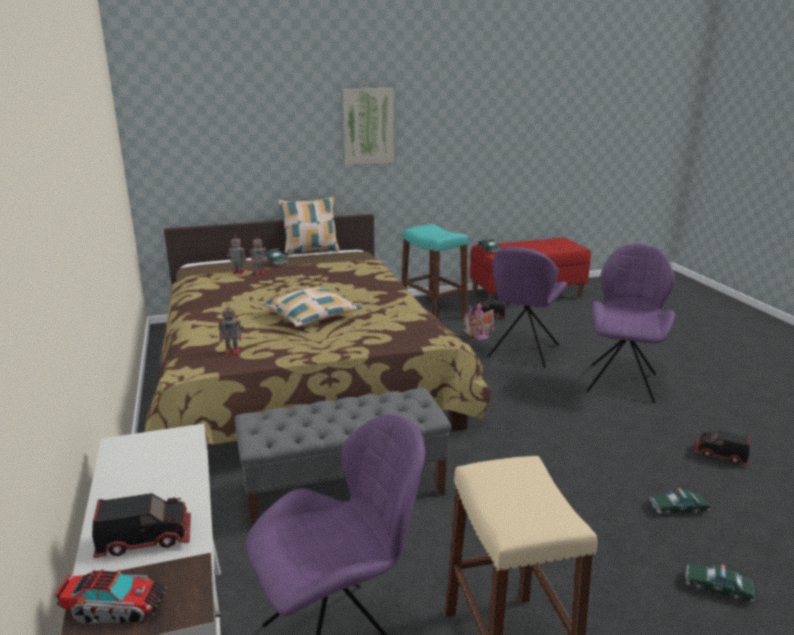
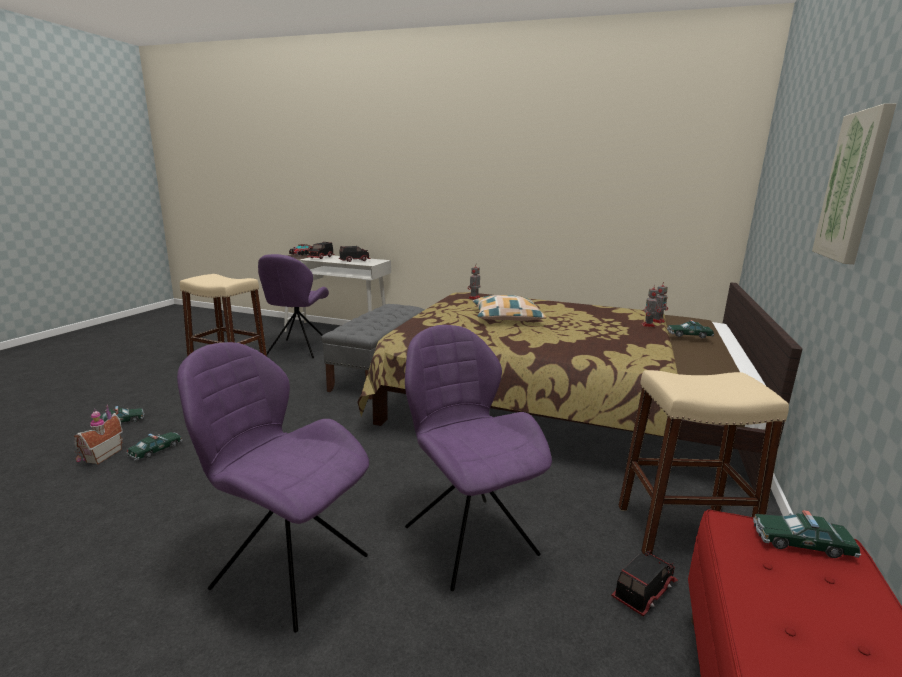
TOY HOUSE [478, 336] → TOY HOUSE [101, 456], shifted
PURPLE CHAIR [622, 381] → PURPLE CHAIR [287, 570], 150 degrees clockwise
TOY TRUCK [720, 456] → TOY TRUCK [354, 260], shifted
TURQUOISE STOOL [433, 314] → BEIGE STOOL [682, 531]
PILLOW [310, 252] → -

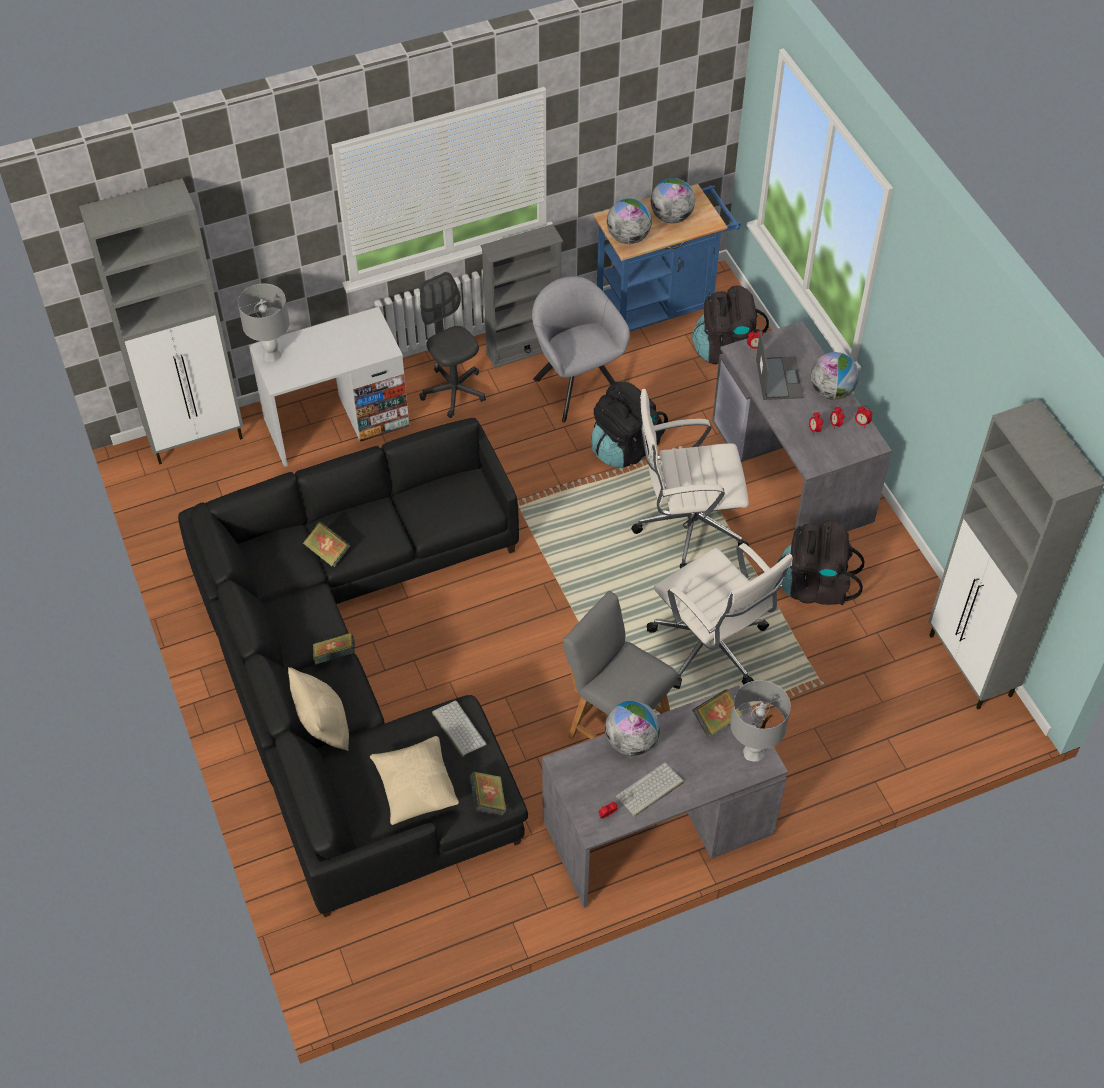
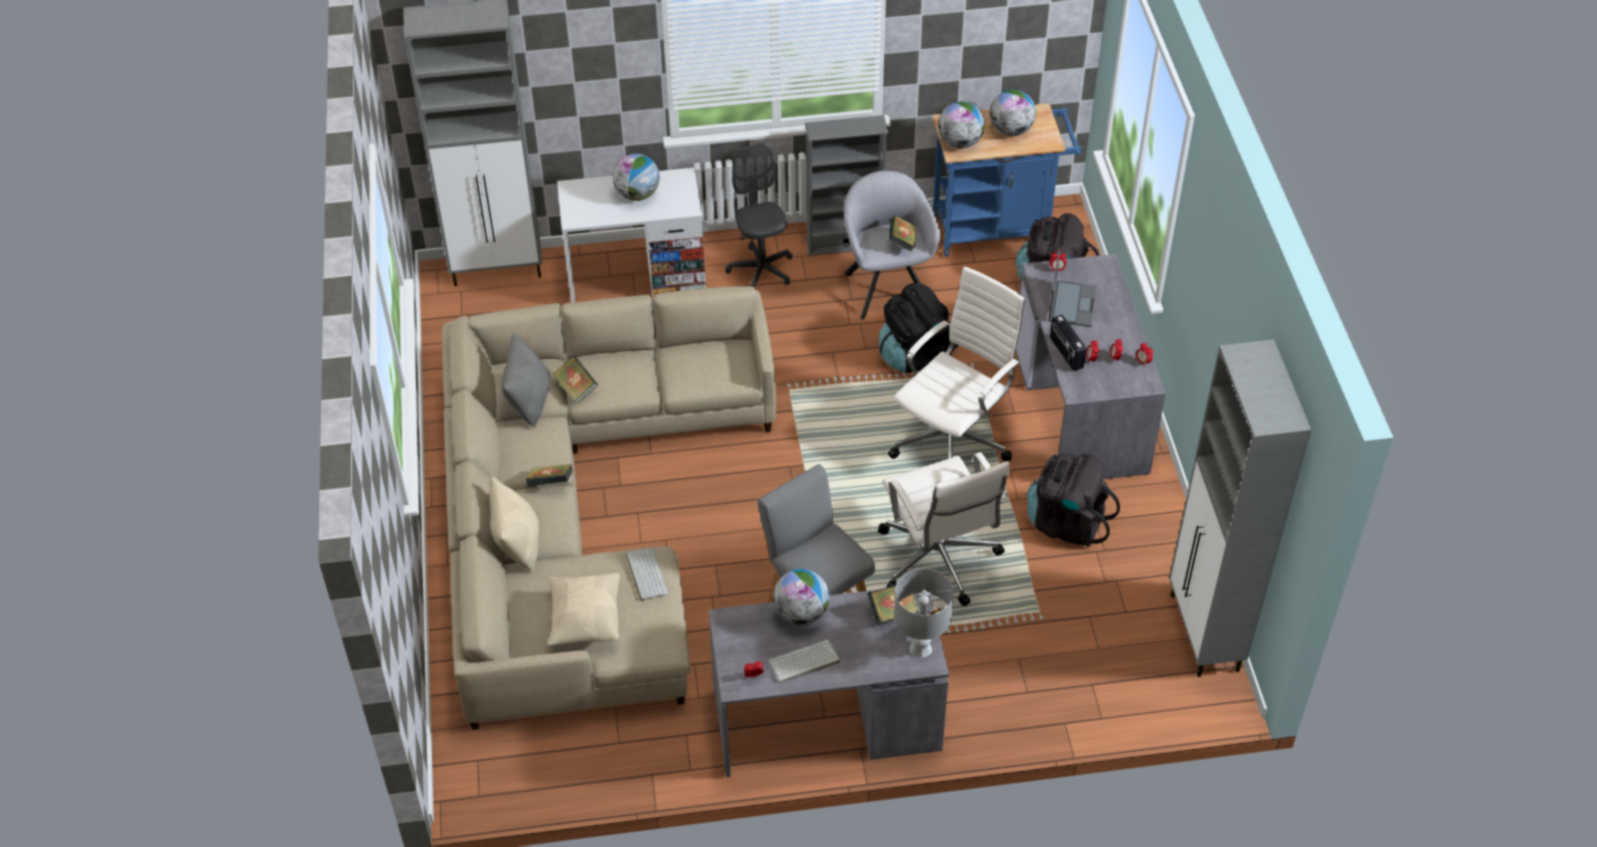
BLACK SOFA [358, 674] → BEIGE SOFA [580, 514]
- → GREY PILLOW [529, 401]
GLOBE [831, 391] → GLOBE [637, 194], shifted
WHITE OFFICE CHAIR [687, 526] → WHITE OFFICE CHAIR [953, 441], 120 degrees clockwise
BOOK [488, 800] → BOOK [902, 242], shifted
- → RADIO [1065, 353]
GREY TABLE LAMP [271, 354] → -

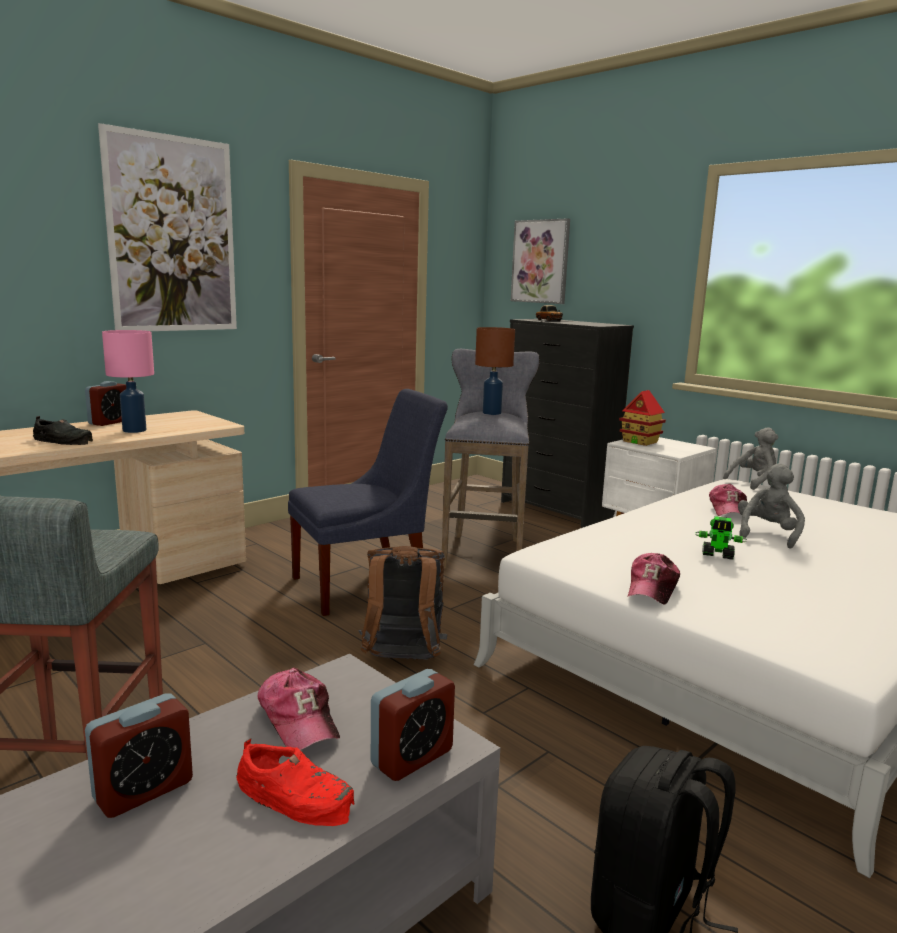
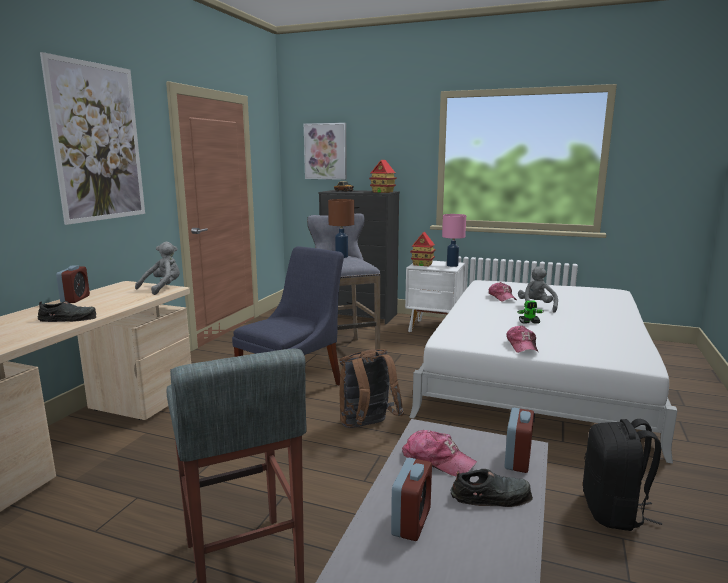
GREY PLUSH TOY [753, 482] → GREY PLUSH TOY [163, 288], shifted
- → TOY HOUSE [382, 192]
PINK TABLE LAMP [134, 430] → PINK TABLE LAMP [452, 265], shifted
RED SHOE [296, 796] → BLACK SHOE [491, 496]

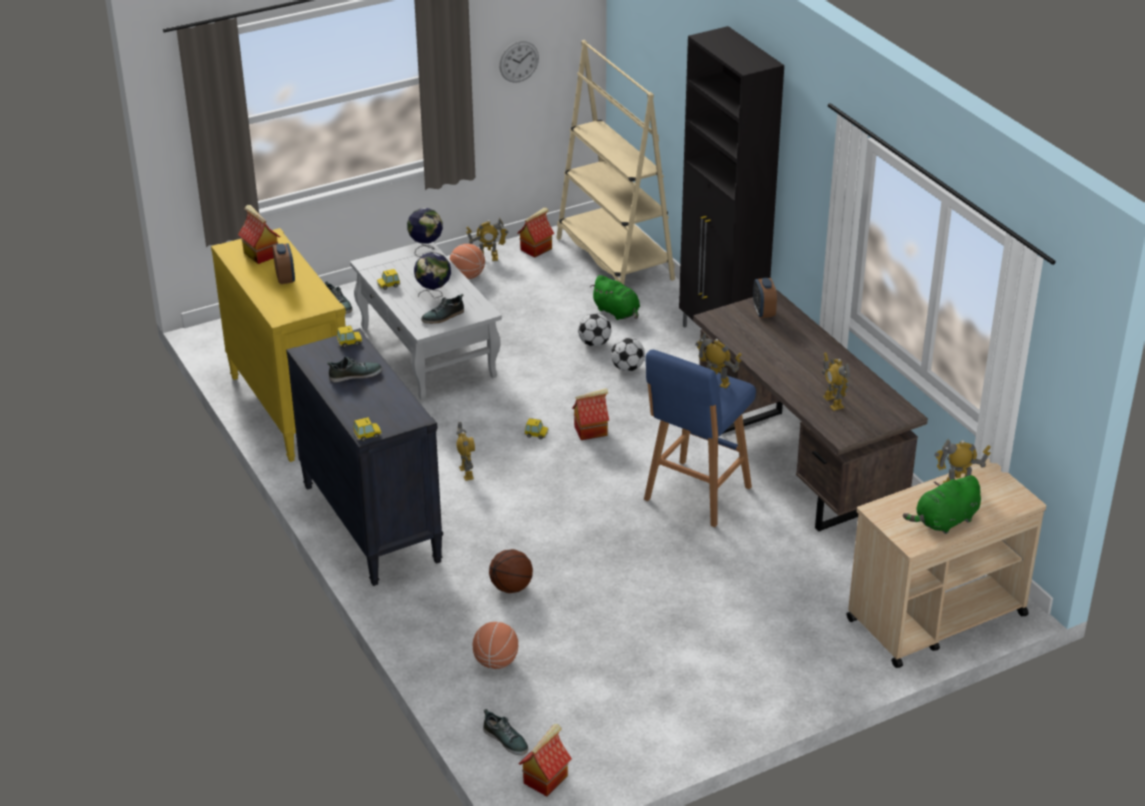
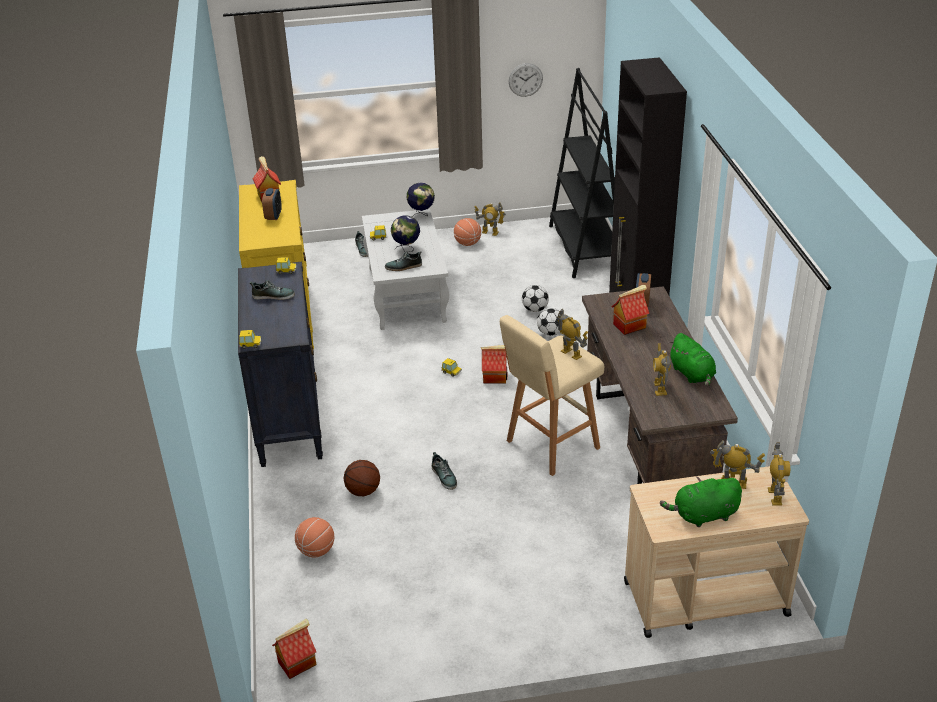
SHOE [506, 739] → SHOE [444, 477], shifted
BLUE STOOL [695, 495] → BEIGE STOOL [550, 446]
BEIGE BOOKCASE [614, 259] → BLACK BOOKCASE [585, 248]
TOY HOUSE [536, 249] → TOY HOUSE [629, 325], shifted
GREEN PLUSH TOY [617, 312] → GREEN PLUSH TOY [692, 374], shifted
TOY ROBOT [466, 473] → TOY ROBOT [775, 496], shifted

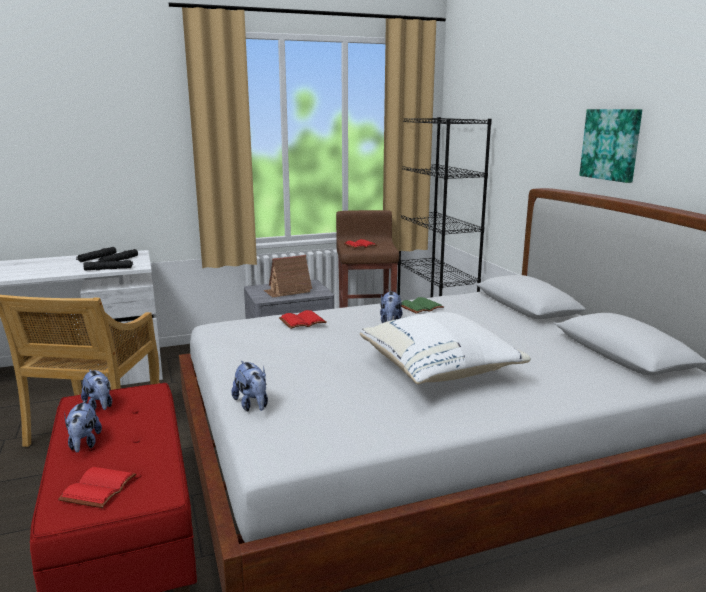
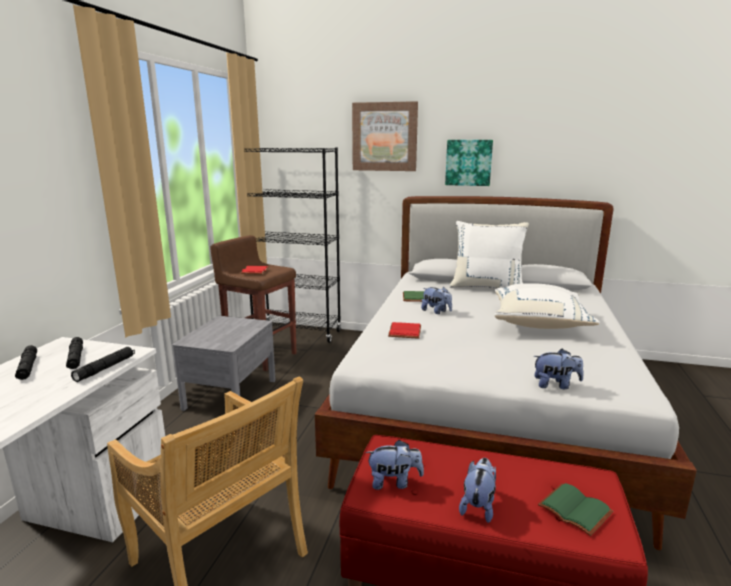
- → PICTURE [384, 137]
- → WHITE PILLOW [487, 287]
PLUSH TOY [84, 444] → PLUSH TOY [478, 505], 90 degrees counterclockwise
RED BOOK [98, 488] → GREEN BOOK [573, 510]
TOY HOUSE [288, 291] → -

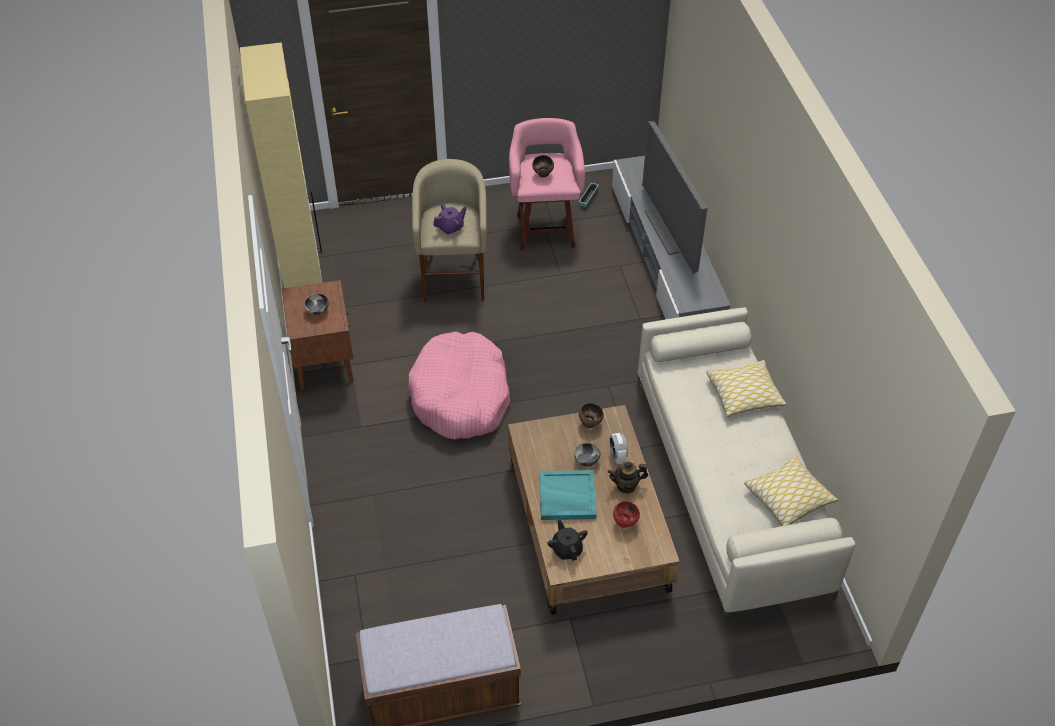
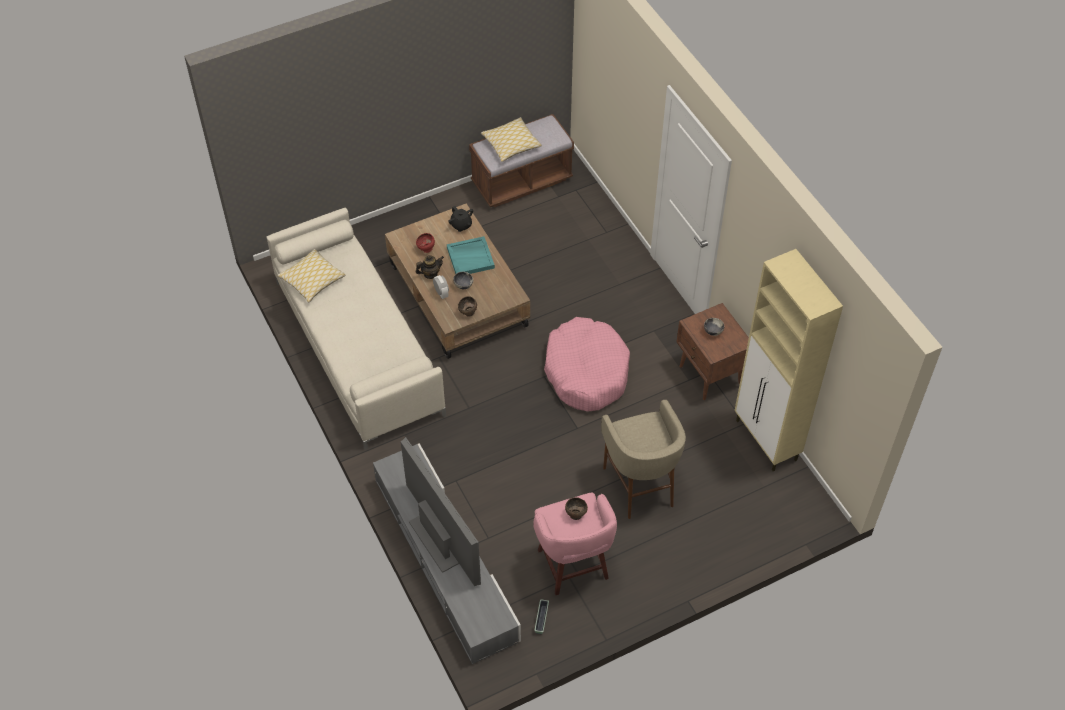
PILLOW [744, 394] → PILLOW [511, 145], shifted
PURPLE TEAPOT [451, 227] → -

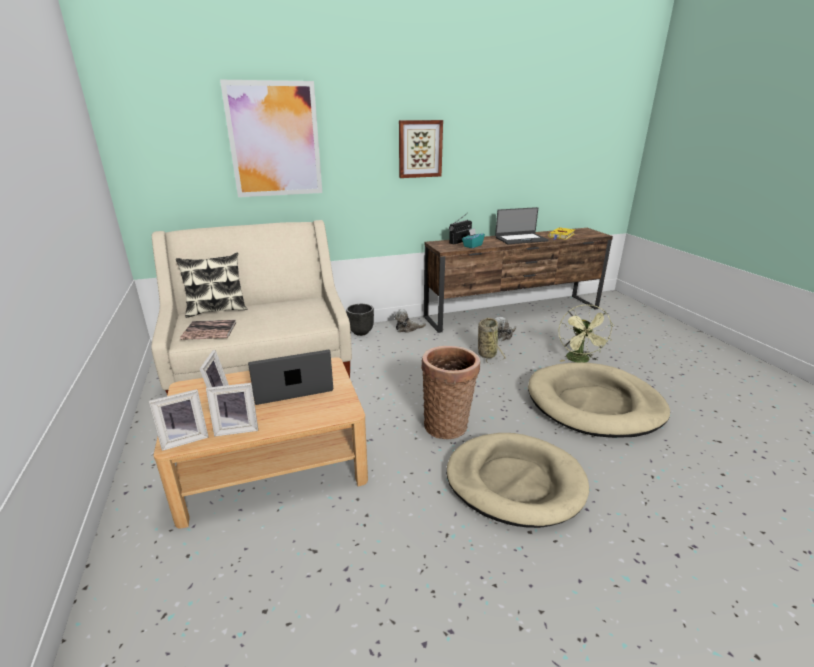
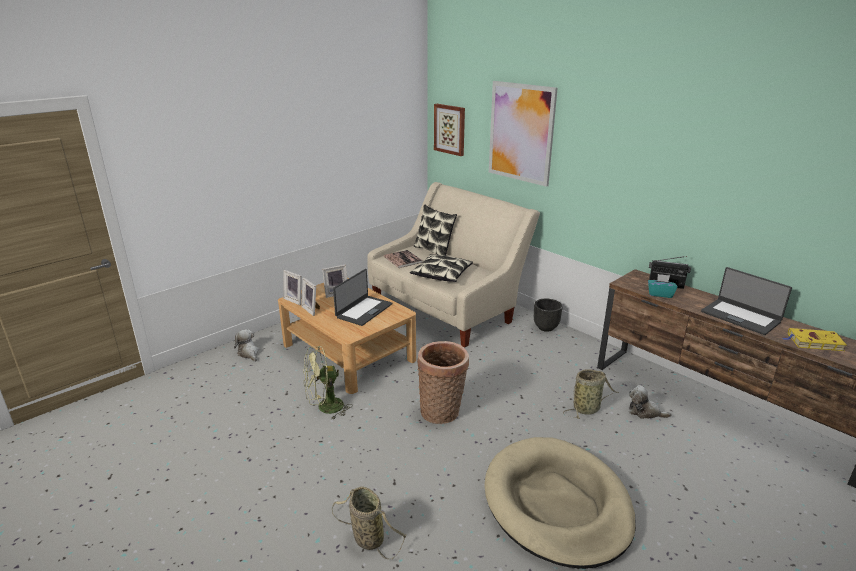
PLUSH TOY [408, 328] → PLUSH TOY [249, 353], shifted
GREEN FAN [580, 360] → GREEN FAN [325, 408], shifted
- → BASKET [366, 537]
LAPTOP [292, 388] → LAPTOP [363, 310], 75 degrees clockwise
- → PILLOW [441, 274]
PICTURE [420, 149] → PICTURE [450, 129], shifted
BEIGE DOG BED [514, 482] → -

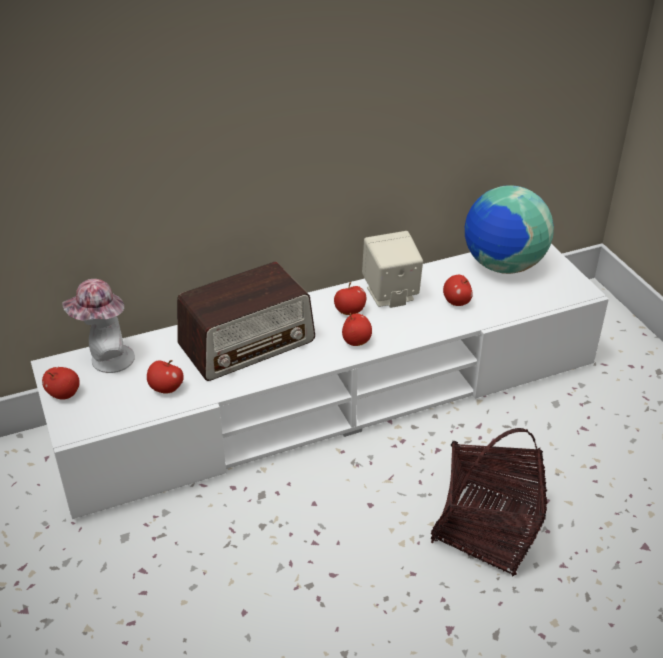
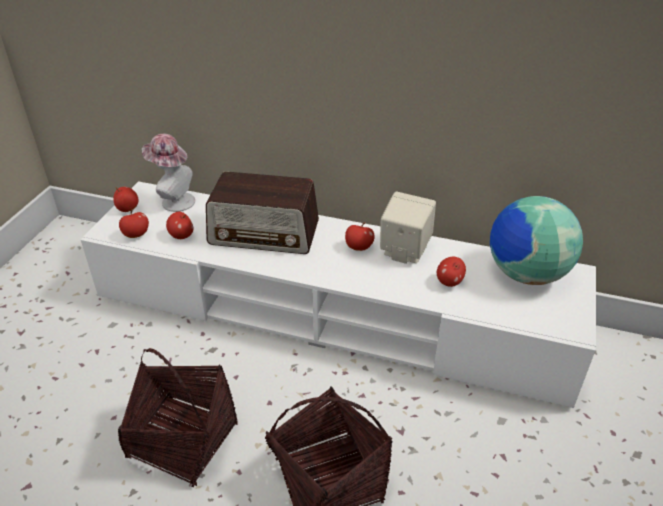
- → BASKET [183, 441]
APPLE [356, 341] → APPLE [136, 235], shifted

